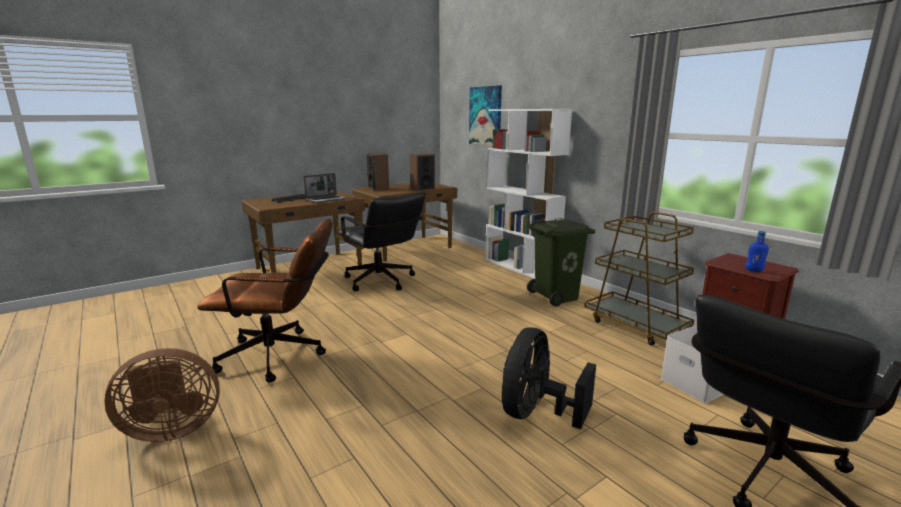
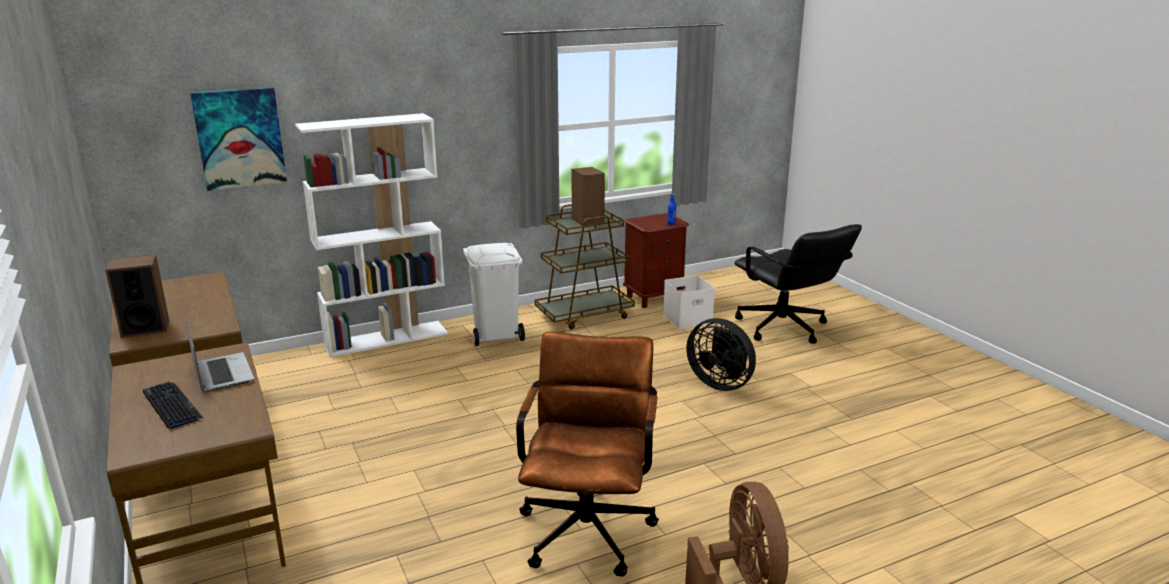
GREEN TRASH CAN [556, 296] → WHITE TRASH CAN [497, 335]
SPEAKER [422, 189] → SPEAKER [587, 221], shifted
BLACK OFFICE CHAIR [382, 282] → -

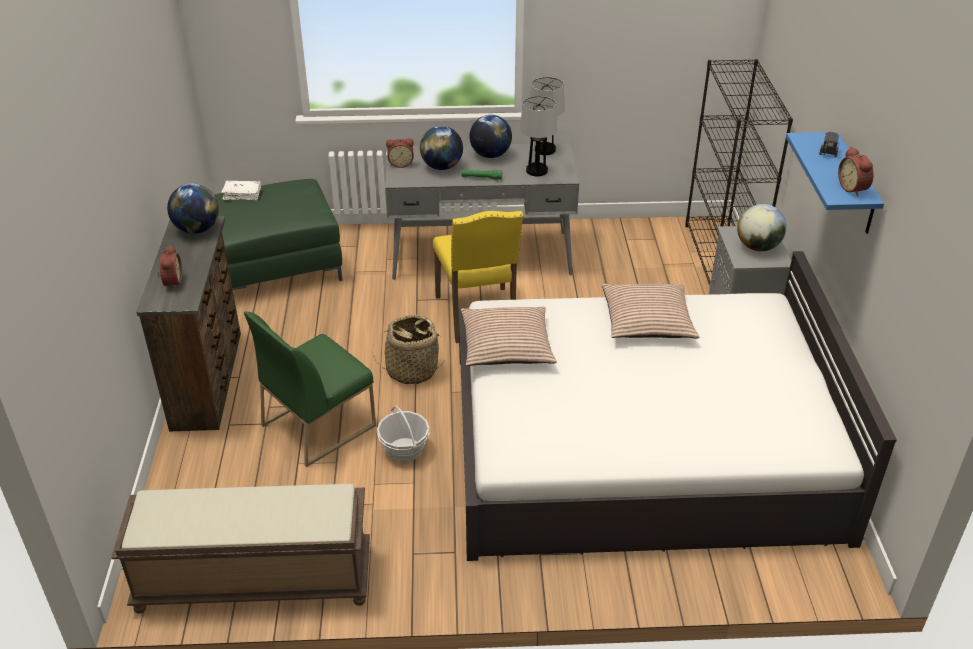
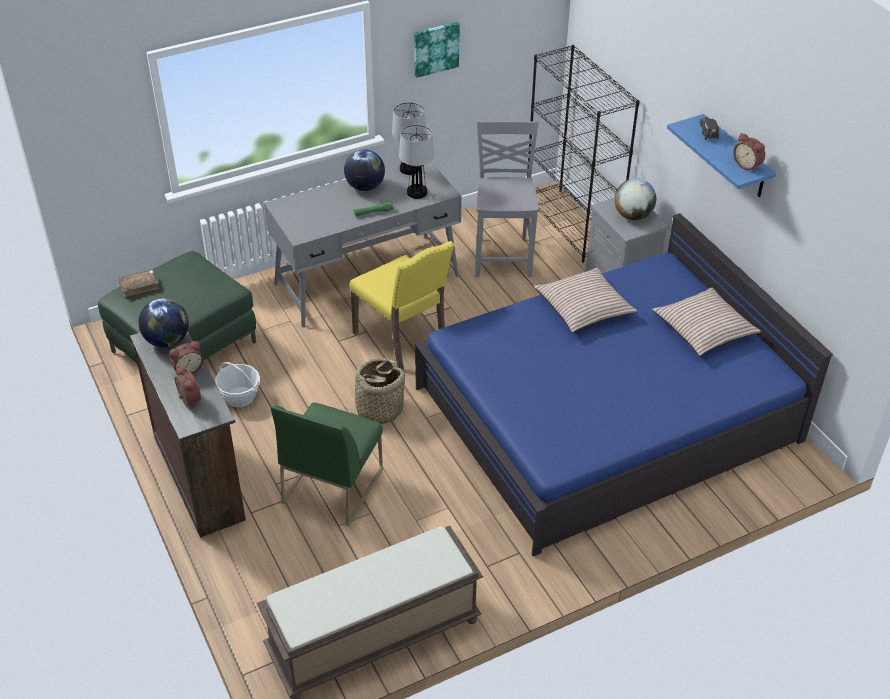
WHITE BOOK [242, 194] → BROWN BOOK [139, 287]
ALARM CLOCK [401, 164] → ALARM CLOCK [188, 369], shifted
BASKET [404, 450] → BASKET [240, 397], shifted
- → PICTURE [435, 48]
WHITE BED [642, 446] → BLUE BED [607, 414]
- → GREY CHAIR [503, 256]
PILLOW [507, 346] → PILLOW [704, 329], shifted
GLOBE [441, 167] → -

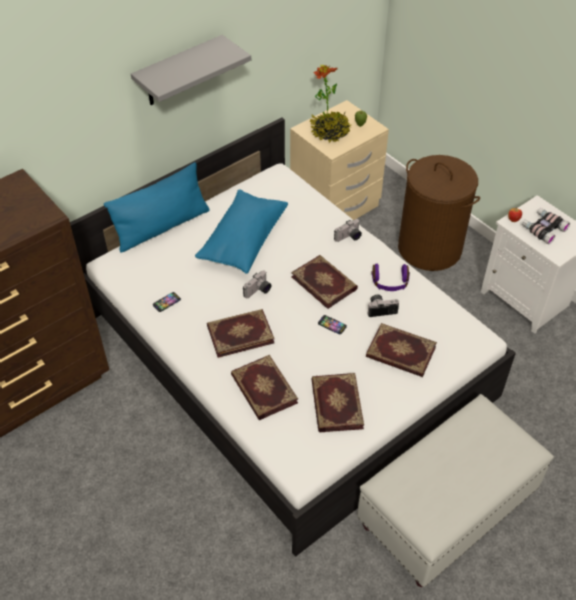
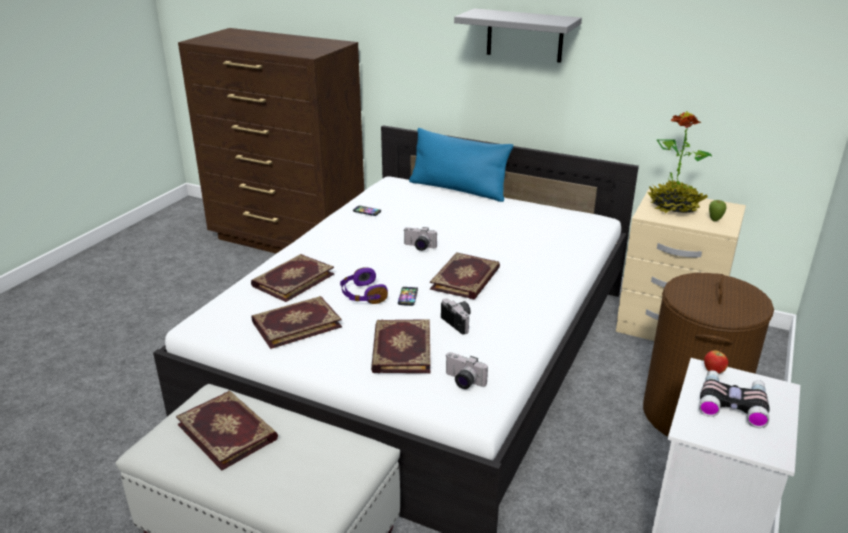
BOOK [240, 333] → BOOK [228, 431], shifted
PURPLE HEADPHONES [390, 283] → PURPLE HEADPHONES [362, 295], shifted
PHOTO CAMERA [349, 237] → PHOTO CAMERA [462, 381], shifted
BLUE PILLOW [243, 240] → -

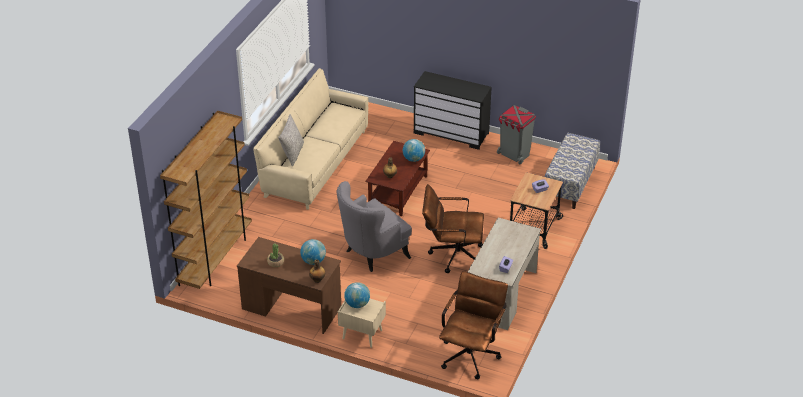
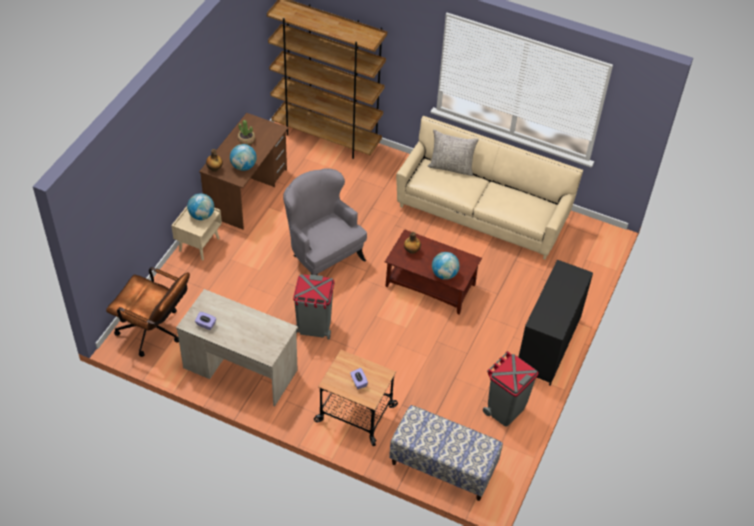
BROWN OFFICE CHAIR [452, 255] → GREY TRASH CAN [314, 328]

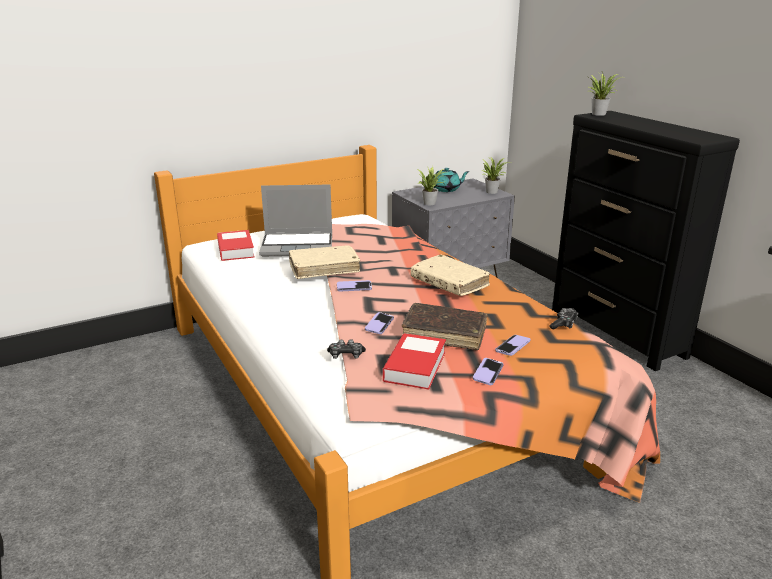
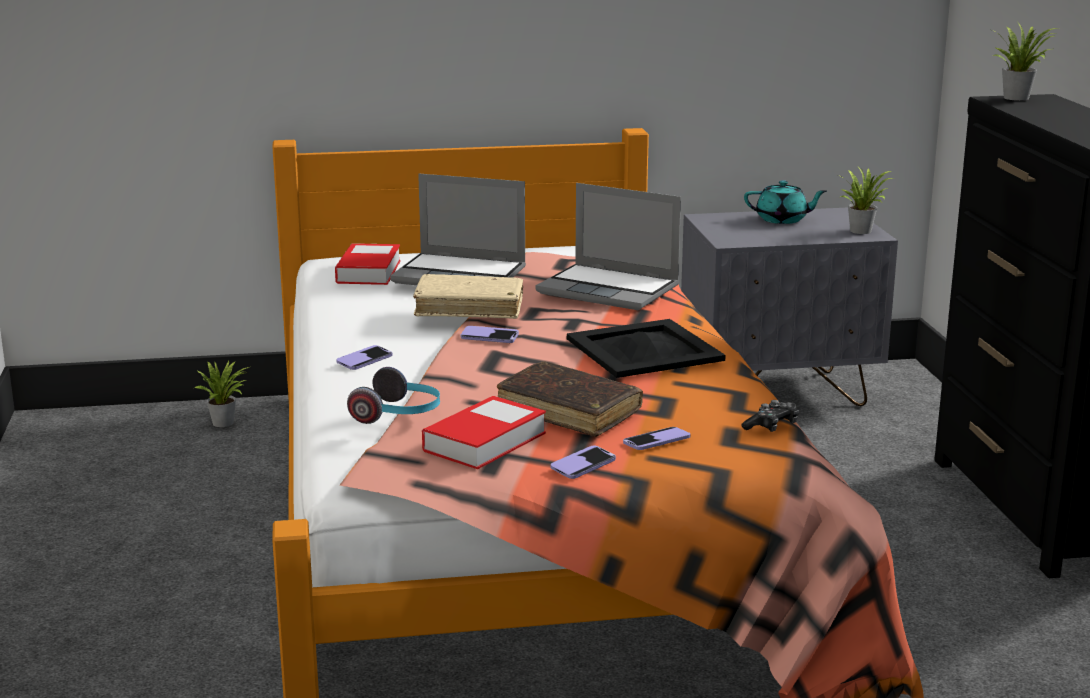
POTTED PLANT [431, 203] → POTTED PLANT [226, 423], shifted
PHONE [379, 324] → PHONE [364, 359], shifted
GAME CONTROLLER [346, 355] → HEADPHONES [399, 415]
- → LAPTOP [610, 290]
BEIGE BOOK [449, 283] → BLACK TRAY [643, 350]

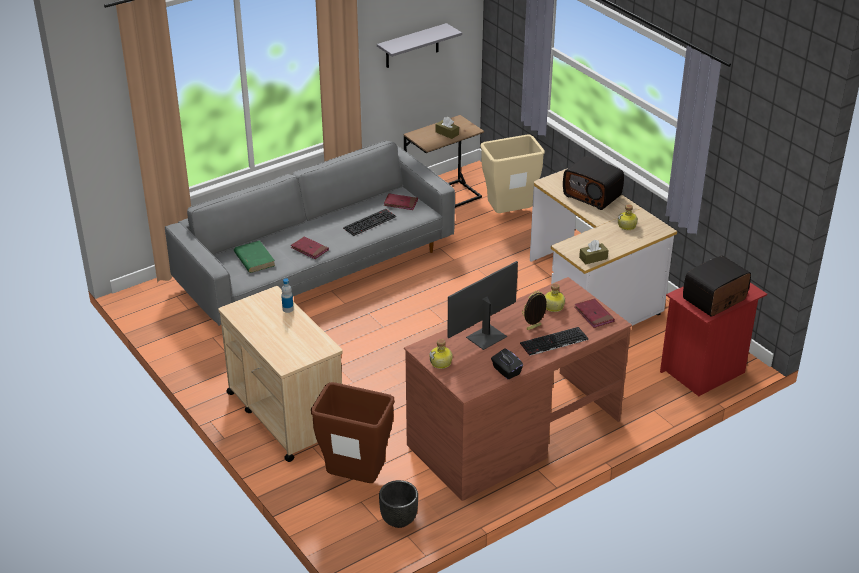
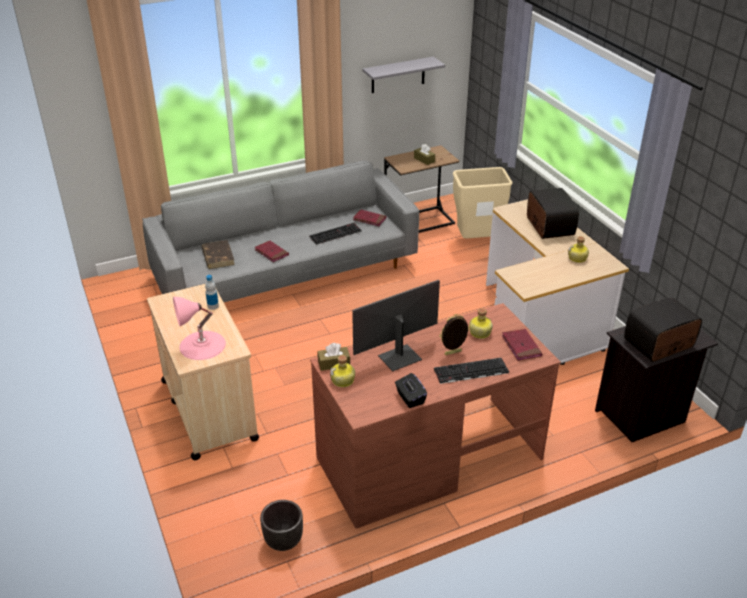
- → PINK TABLE LAMP [202, 345]
GREEN BOOK [254, 259] → BROWN BOOK [218, 256]
BROWN TISSUE BOX [593, 258] → BROWN TISSUE BOX [334, 363], shifted
RADIO [593, 195] → RADIO [548, 226], 150 degrees counterclockwise
RED NIGHTSTAND [704, 372] → BLACK NIGHTSTAND [642, 416]
BROWN TRASH CAN [355, 479] → -

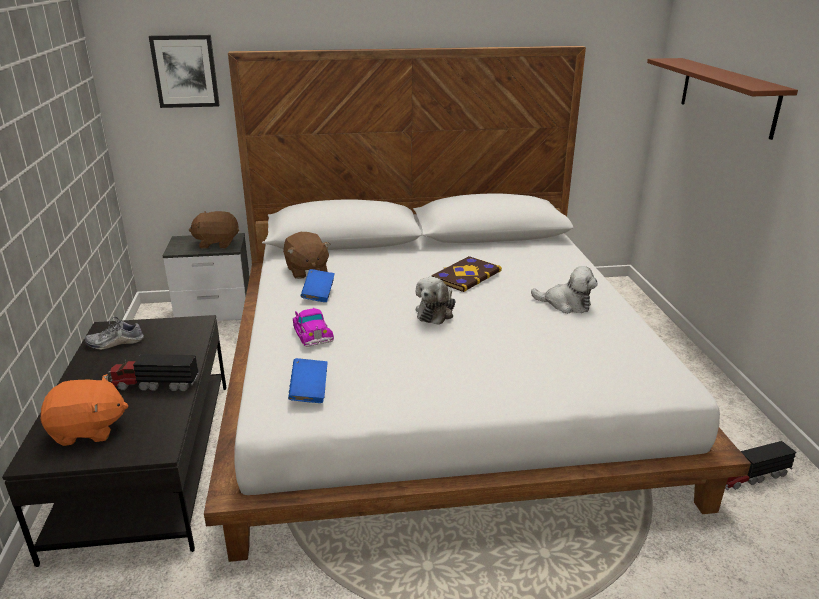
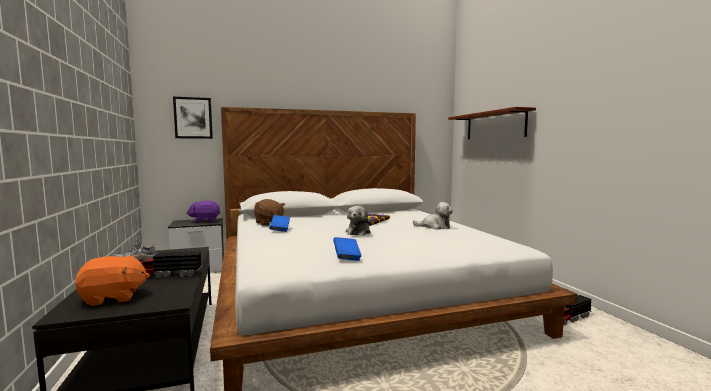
BROWN PLUSH TOY [217, 243] → PURPLE PLUSH TOY [205, 221]
BLUE BOOK [309, 391] → BLUE BOOK [347, 257], shifted
TOY CAR [312, 331] → -

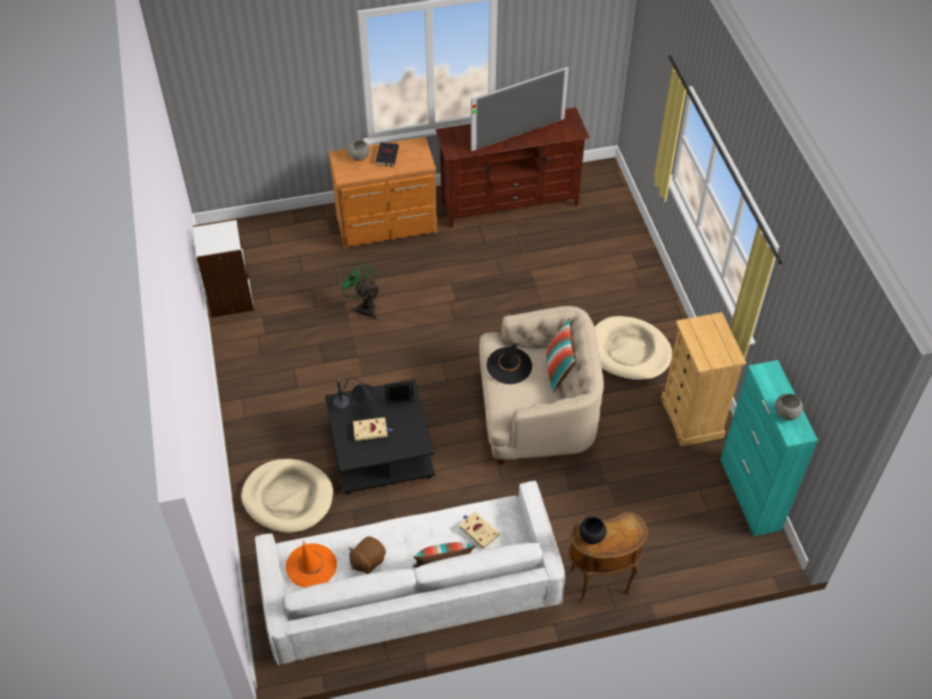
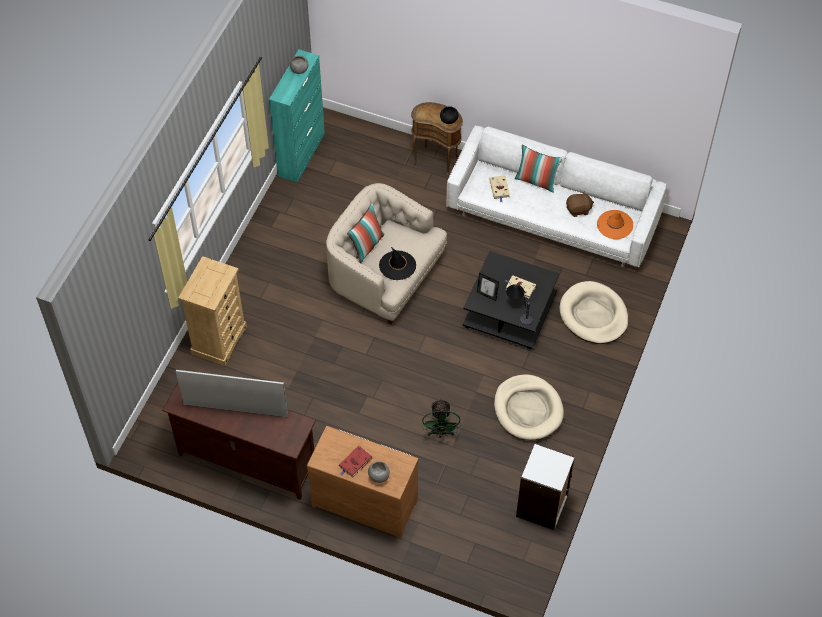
BEIGE DRESSER [692, 418] → BEIGE DRESSER [219, 339], shifted
BLACK BOOK [387, 155] → RED BOOK [355, 463]
BEIGE DOG BED [629, 352] → BEIGE DOG BED [528, 409], shifted

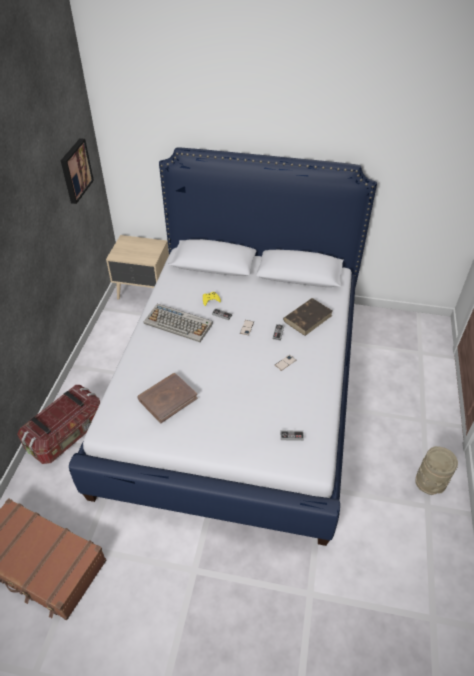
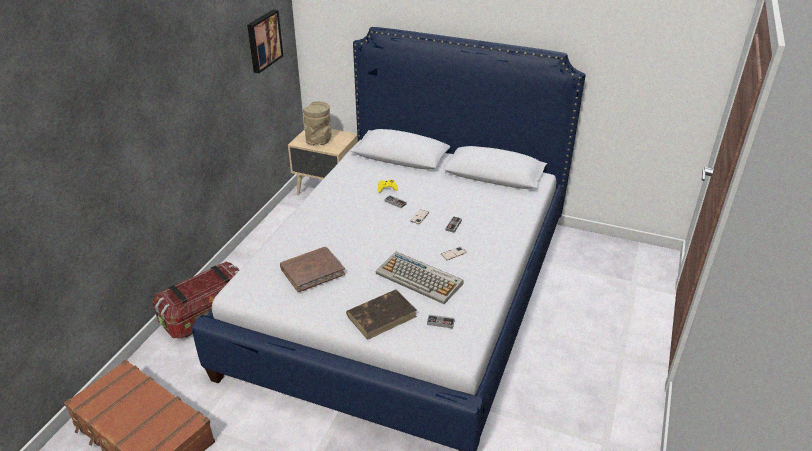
BEIGE VASE [430, 483] → BEIGE VASE [319, 141], shifted
BROWN BOOK [308, 318] → BROWN BOOK [382, 316], shifted
KEYBOARD [179, 323] → KEYBOARD [420, 278], shifted

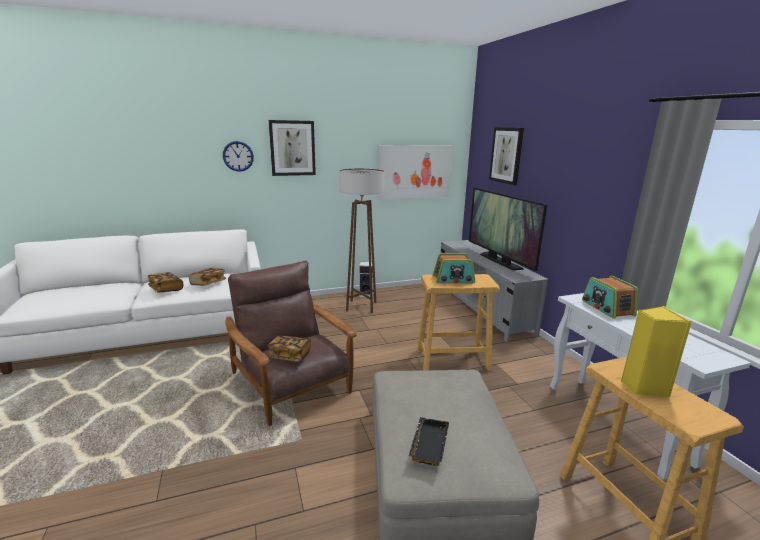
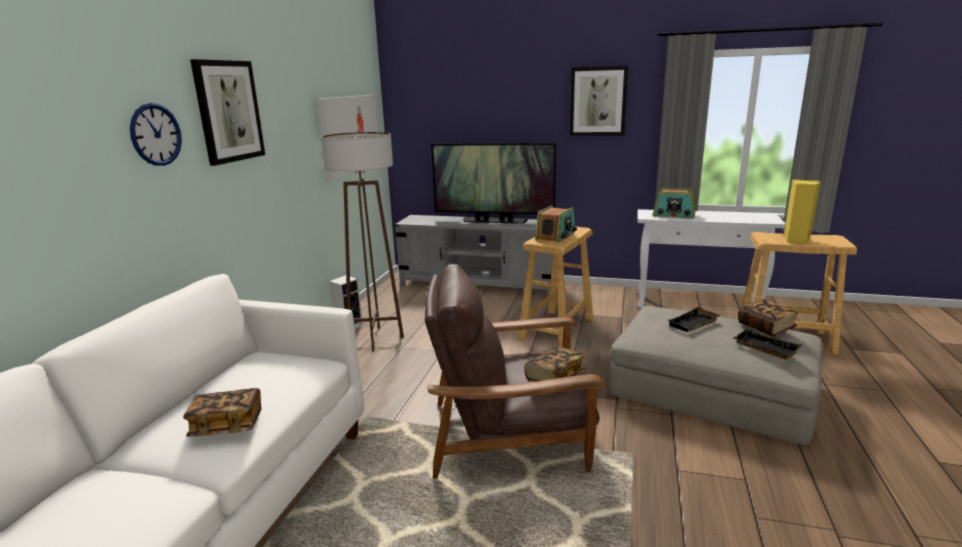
PICTURE [506, 155] → PICTURE [598, 101], shifted
- → BLACK TRAY [694, 324]
BOOK [208, 283] → BOOK [765, 327], shifted

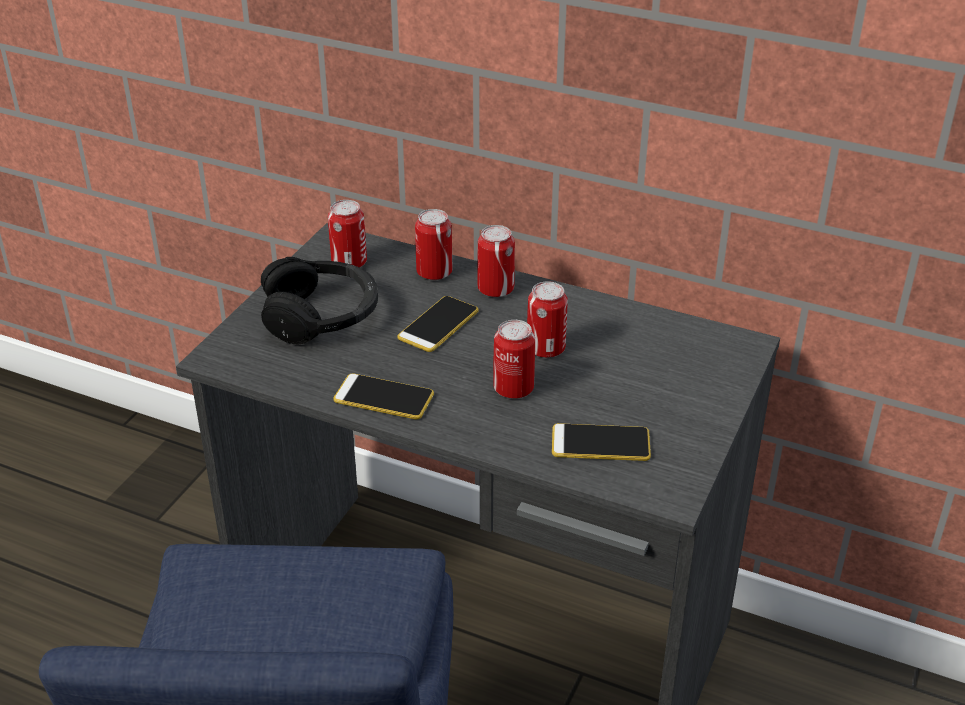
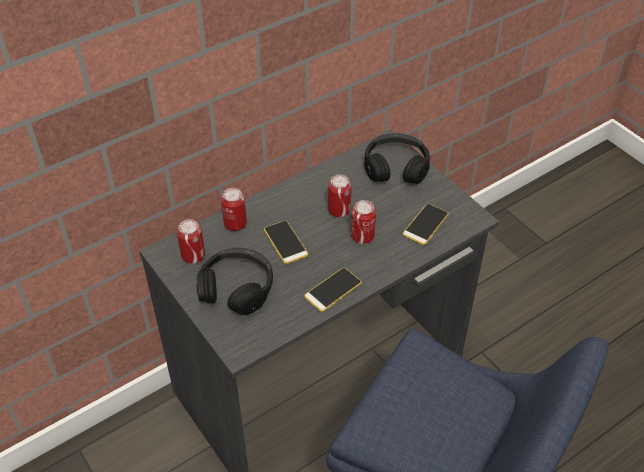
- → BLACK HEADPHONES [396, 167]
CAN [495, 289] → -

